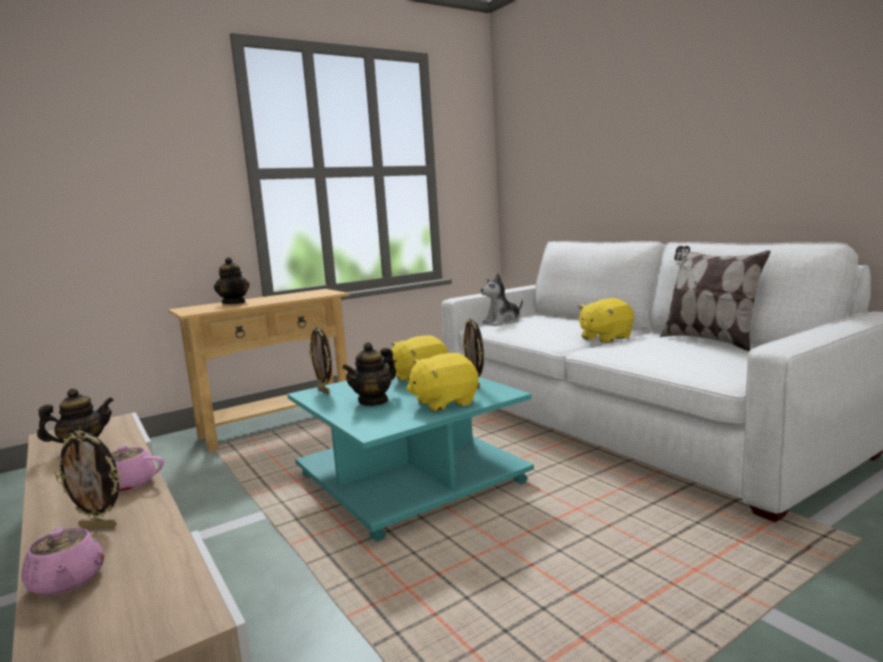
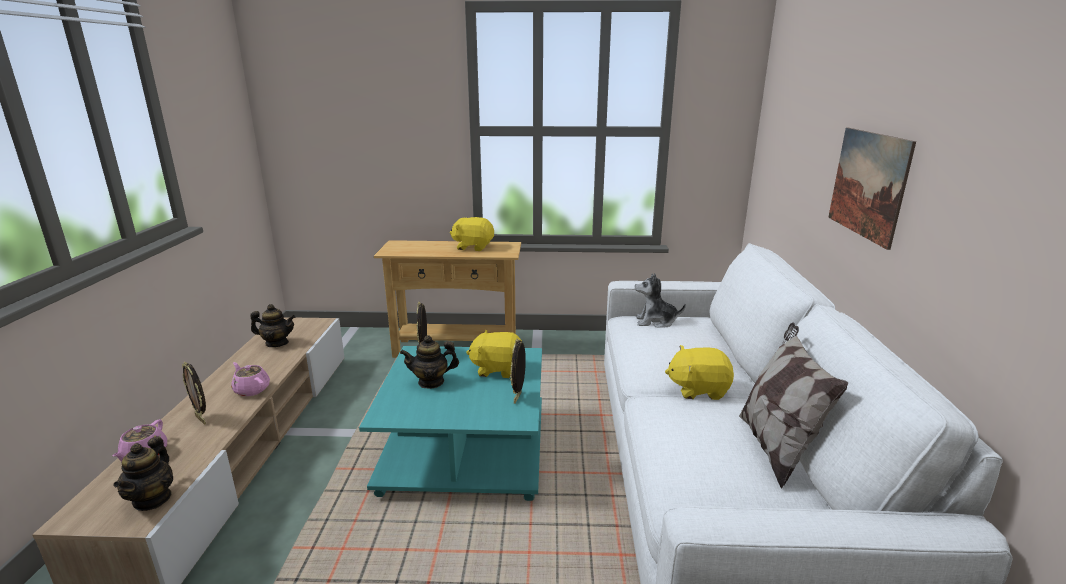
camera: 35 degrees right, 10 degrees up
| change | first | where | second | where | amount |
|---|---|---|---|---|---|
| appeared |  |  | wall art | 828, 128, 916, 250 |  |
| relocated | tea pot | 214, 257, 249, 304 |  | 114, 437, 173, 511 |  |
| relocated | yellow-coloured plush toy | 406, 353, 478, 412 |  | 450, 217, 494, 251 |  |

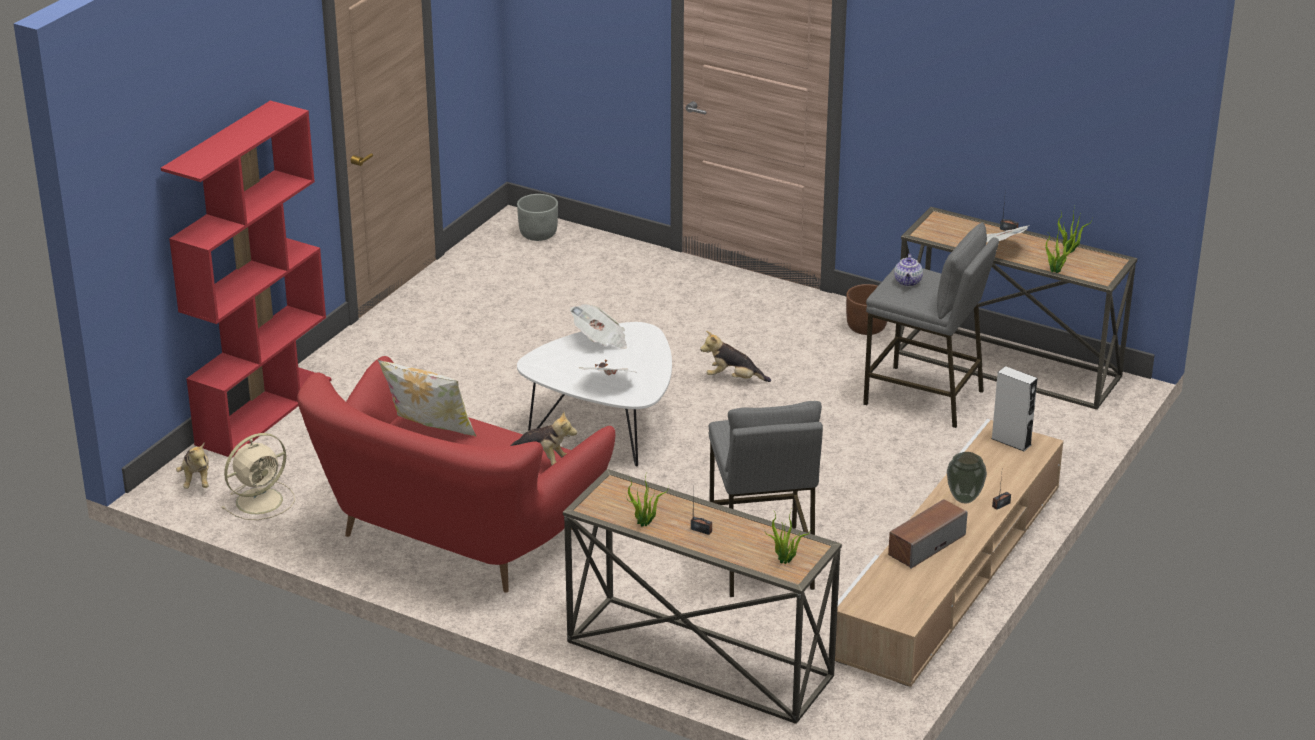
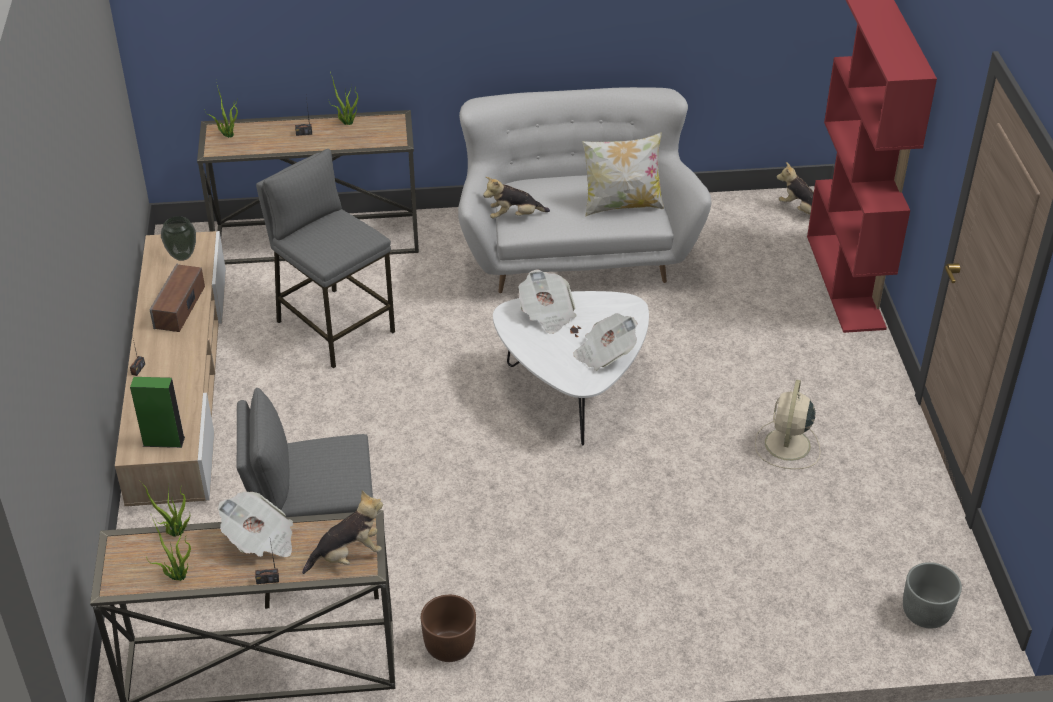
camera: 145 degrees right, 10 degrees up
| change | first | where | second | where | amount |
|---|---|---|---|---|---|
| missing | tea pot | 894, 254, 923, 287 |  |  |  |
| relocated | beige electric fan | 222, 433, 295, 520 |  | 755, 380, 821, 469 |  |
| relocated | plush toy | 700, 331, 771, 382 |  | 302, 491, 383, 574 |  |
| relocated | decorative vase | 947, 452, 987, 503 |  | 161, 216, 196, 261 |  |
| colour | reddish settee | 297, 356, 615, 593 | white settee | 458, 87, 712, 293 |  |
| colour | greyish speaker | 991, 366, 1037, 451 | green speaker | 130, 377, 185, 448 |  |

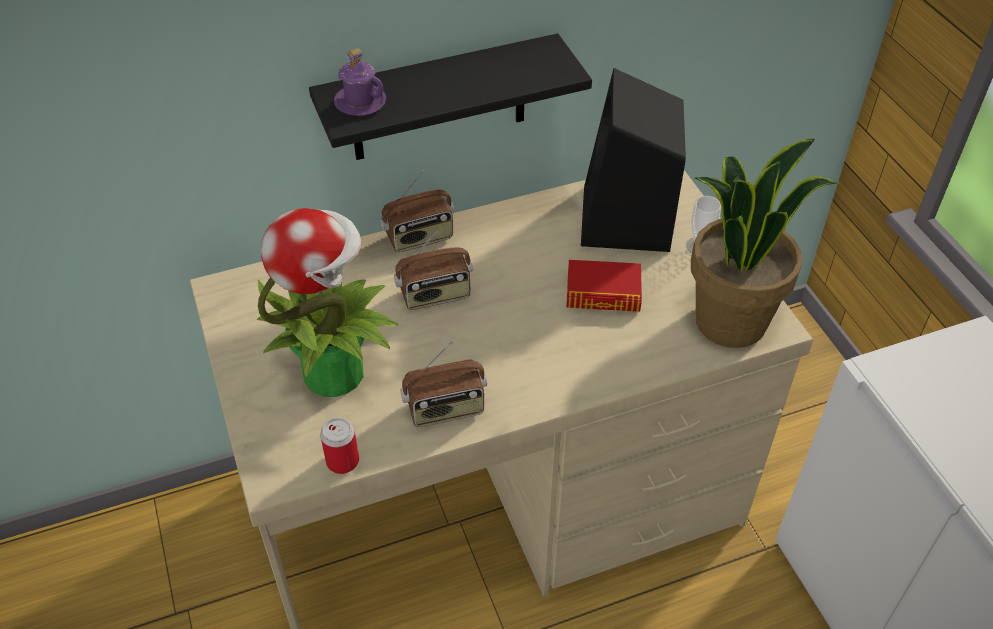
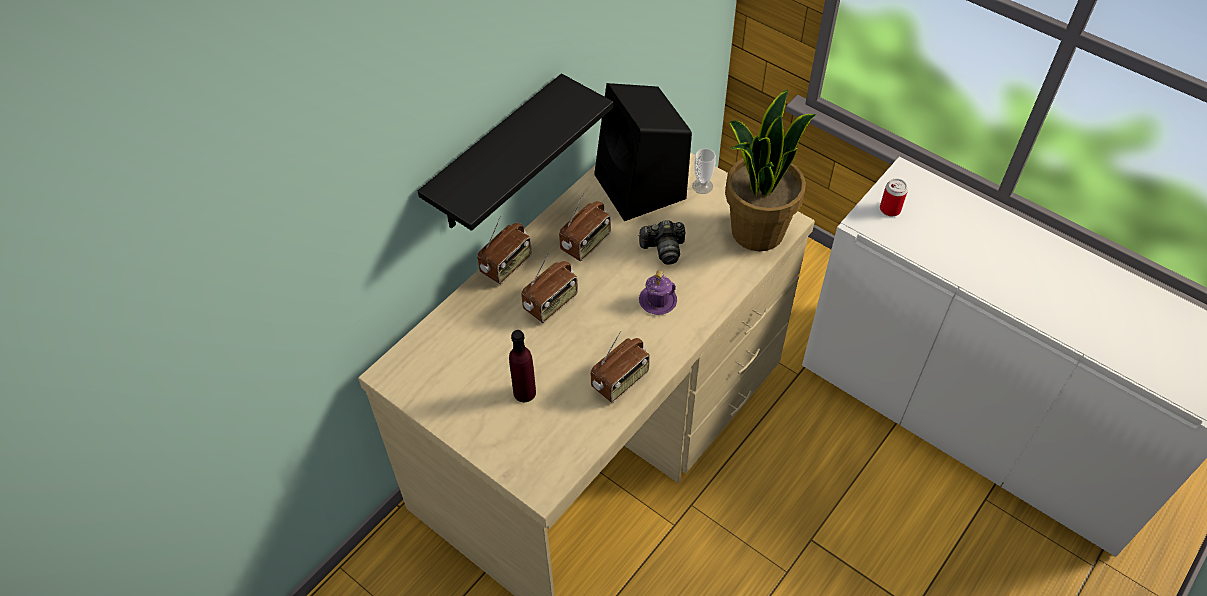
camera: 30 degrees left, 5 degrees up
| change | first | where | second | where | amount |
|---|---|---|---|---|---|
| appeared |  |  | radio | 559, 193, 611, 261 |  |
| relocated | metal can | 320, 418, 359, 474 |  | 880, 179, 908, 216 |  |
| relocated | purplish coffee mug | 334, 48, 387, 116 |  | 639, 270, 677, 315 |  |
| exchanged | potted plant | 256, 208, 398, 397 | purplish beverage bottle | 509, 330, 536, 402 |  |
| exchanged | volume | 566, 260, 642, 312 | photo camera | 638, 220, 685, 265 |  |

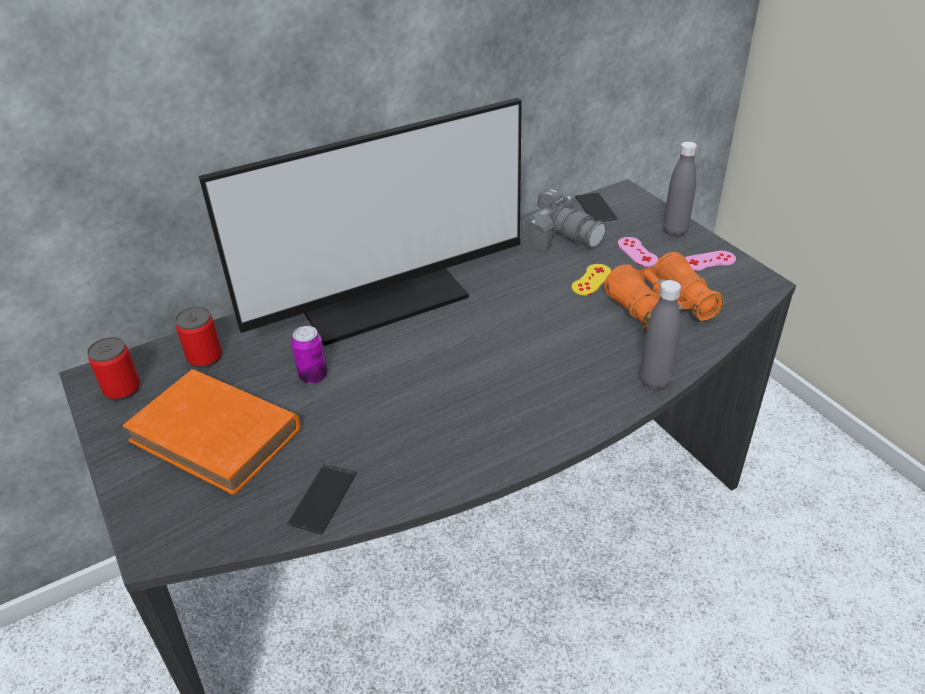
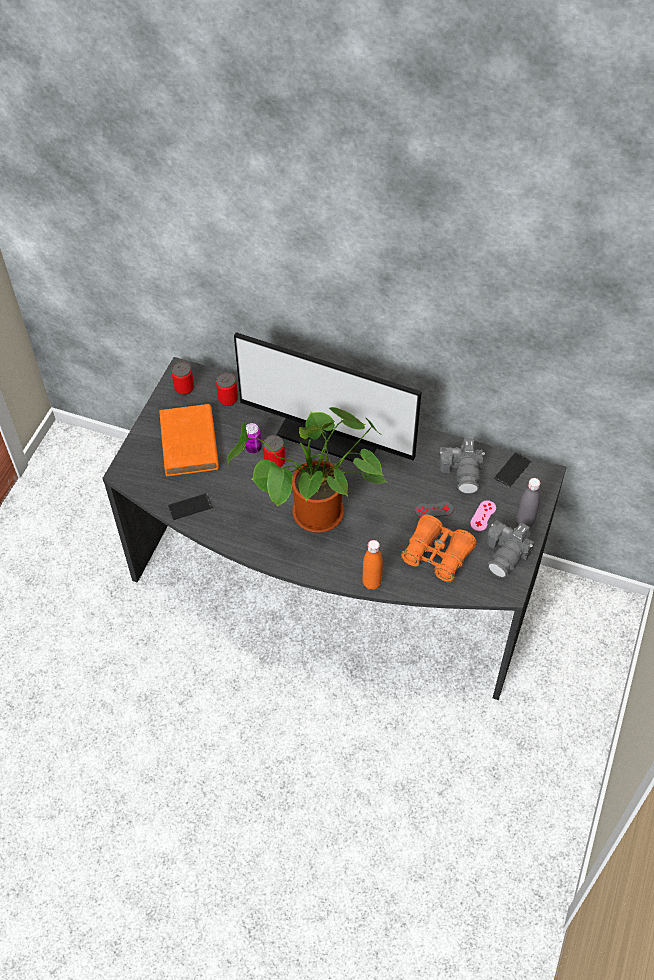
camera: 50 degrees right, 15 degrees up
| change | first | where | second | where | amount |
|---|---|---|---|---|---|
| appeared |  |  | potted plant | 227, 407, 387, 533 |  |
| appeared |  |  | metal can | 263, 435, 285, 468 |  |
| exchanged | pink-coloured joypad | 685, 251, 736, 271 | photo camera | 487, 520, 534, 578 |  |
| colour | yellow-coloured joypad | 572, 264, 611, 296 | greyish joypad | 415, 501, 454, 517 |  |
| colour | greyish beverage bottle | 640, 280, 681, 390 | orange beverage bottle | 362, 540, 383, 590 |  |

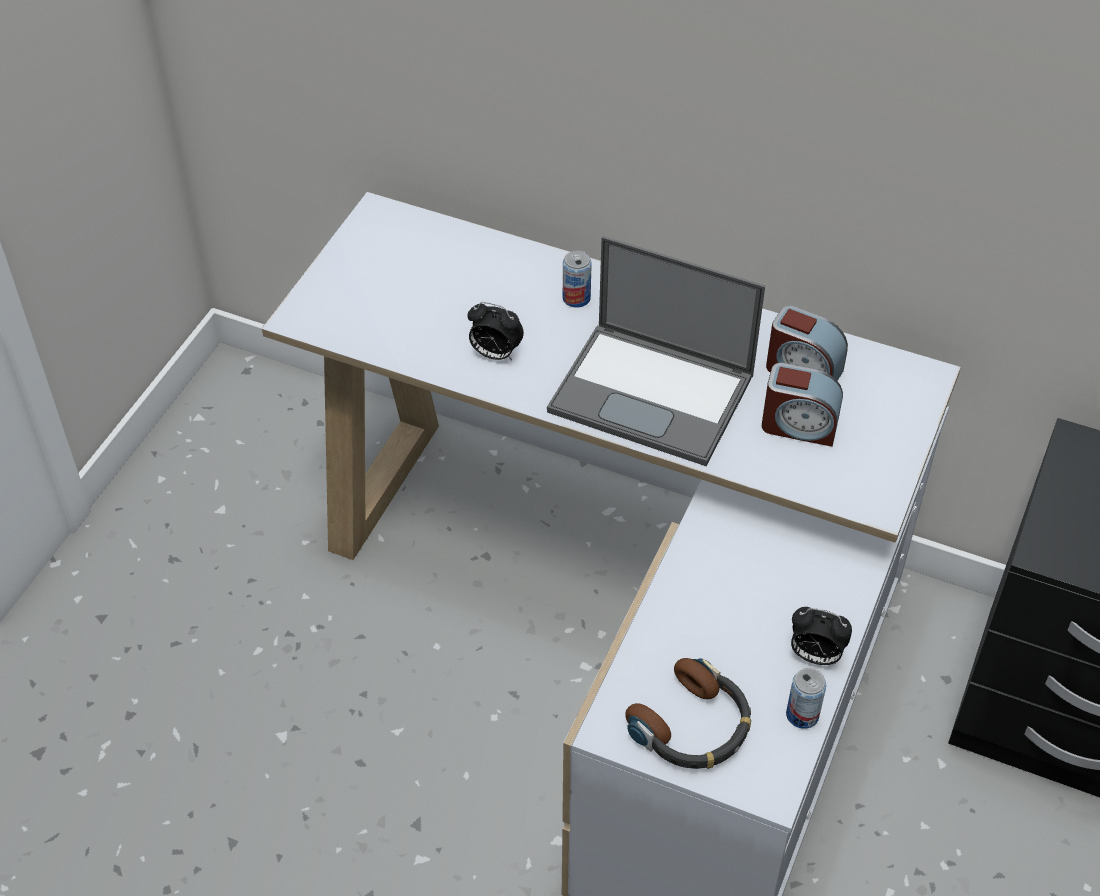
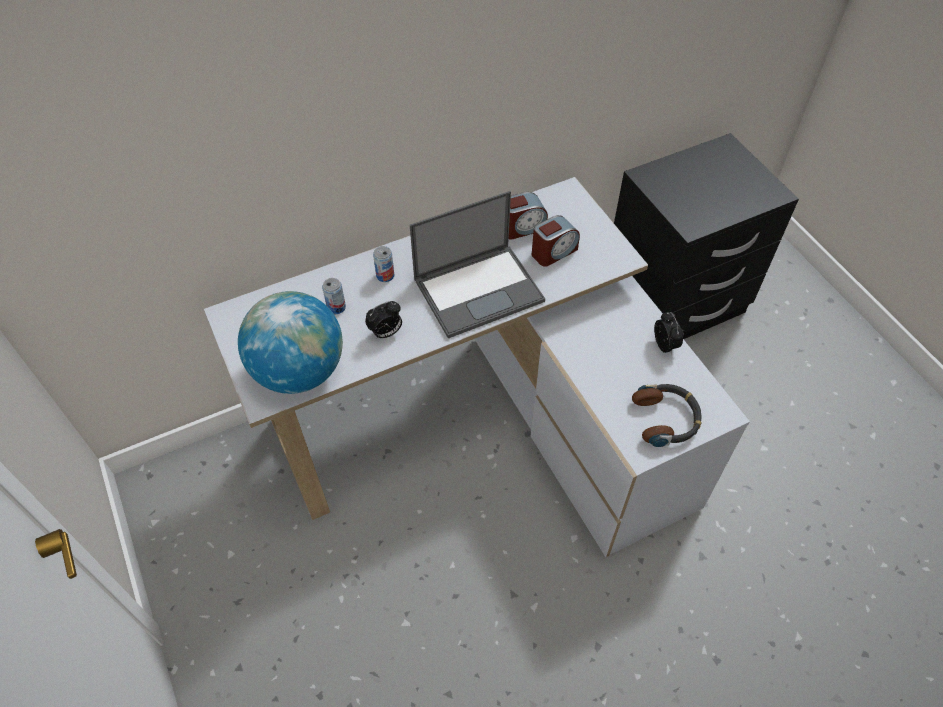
camera: 50 degrees left, 5 degrees up
| change | first | where | second | where | amount |
|---|---|---|---|---|---|
| appeared |  |  | globe | 238, 291, 343, 394 |  |
| relocated | metal can | 786, 668, 826, 729 |  | 322, 278, 346, 314 |  |
| spun | table clock | 791, 607, 852, 665 |  | 654, 312, 684, 354 | 75 degrees counterclockwise |

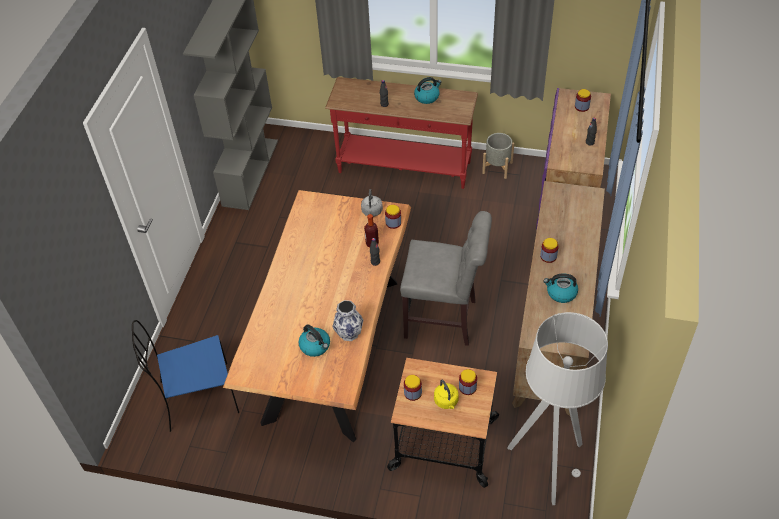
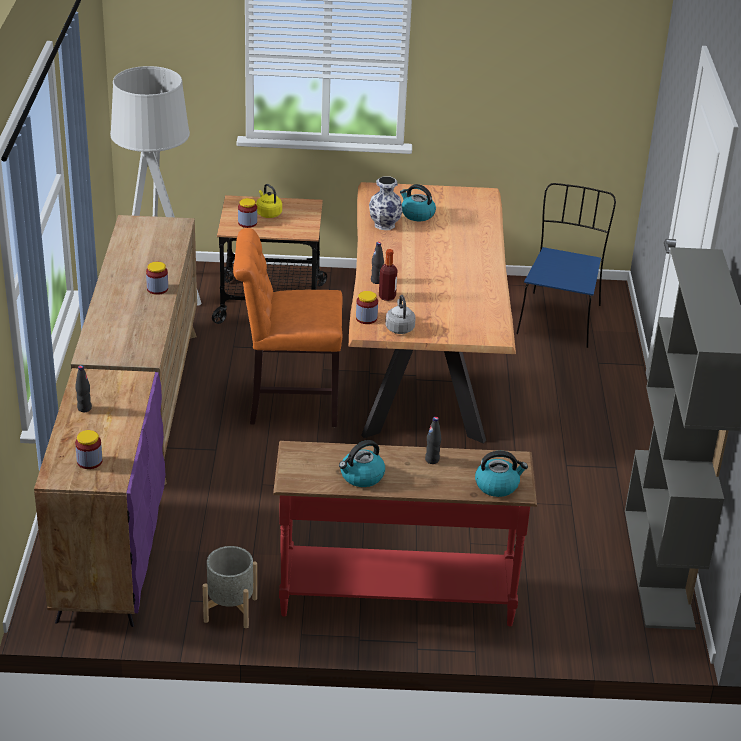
camera: 165 degrees right, 15 degrees down
| change | first | where | second | where | amount |
|---|---|---|---|---|---|
| missing | preserve jar | 404, 375, 422, 401 |  |  |  |
| relocated | kettle | 543, 273, 578, 303 |  | 475, 451, 528, 497 |  |
| colour | greyish plain chair | 400, 211, 492, 346 | orange plain chair | 233, 228, 343, 427 |  |
| spun | bluish plain chair | 132, 320, 239, 432 |  | 516, 183, 616, 348 | 45 degrees counterclockwise |

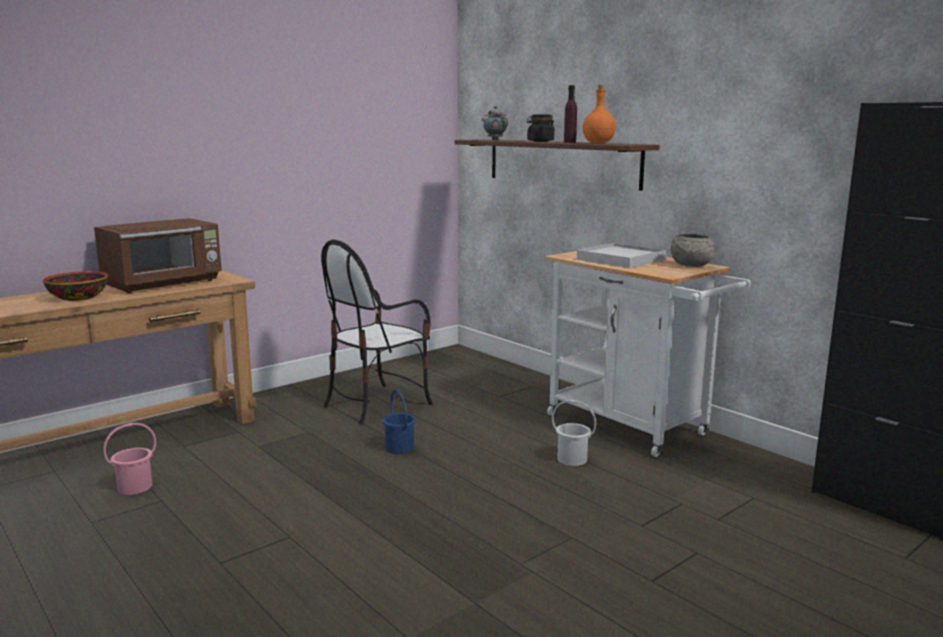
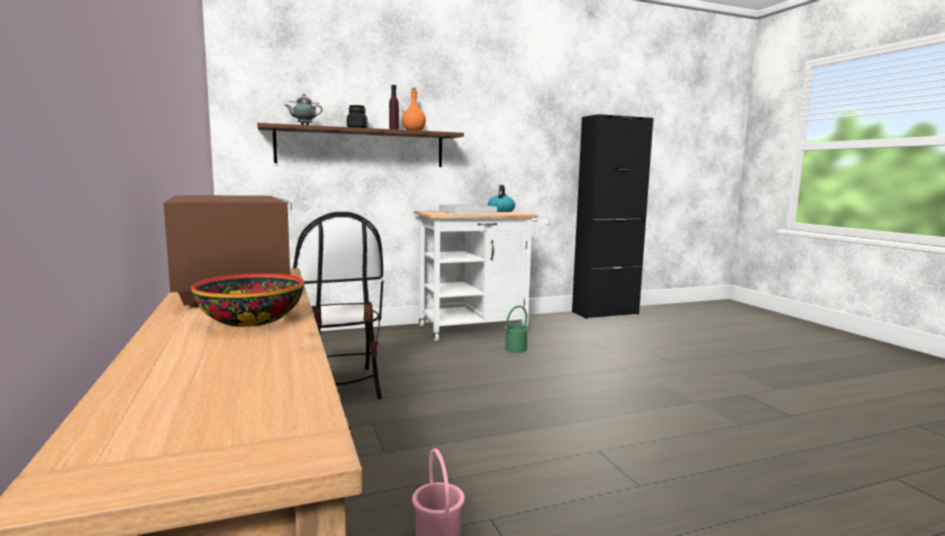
camera: 70 degrees left, 5 degrees down
| change | first | where | second | where | amount |
|---|---|---|---|---|---|
| missing | bluish water bucket | 382, 389, 416, 454 |  |  |  |
| exchanged | greyish deep dish | 671, 233, 714, 267 | kettle | 488, 185, 515, 212 |  |
| colour | white water bucket | 552, 400, 596, 466 | green water bucket | 504, 306, 529, 353 |  |

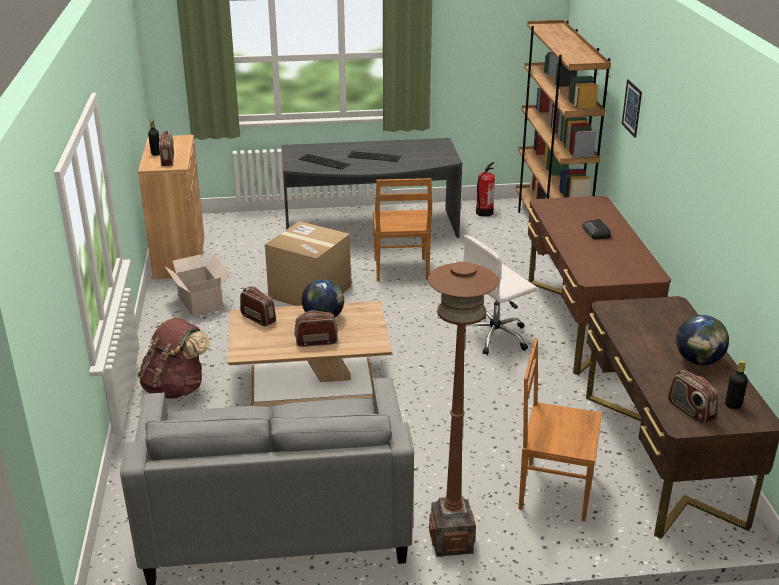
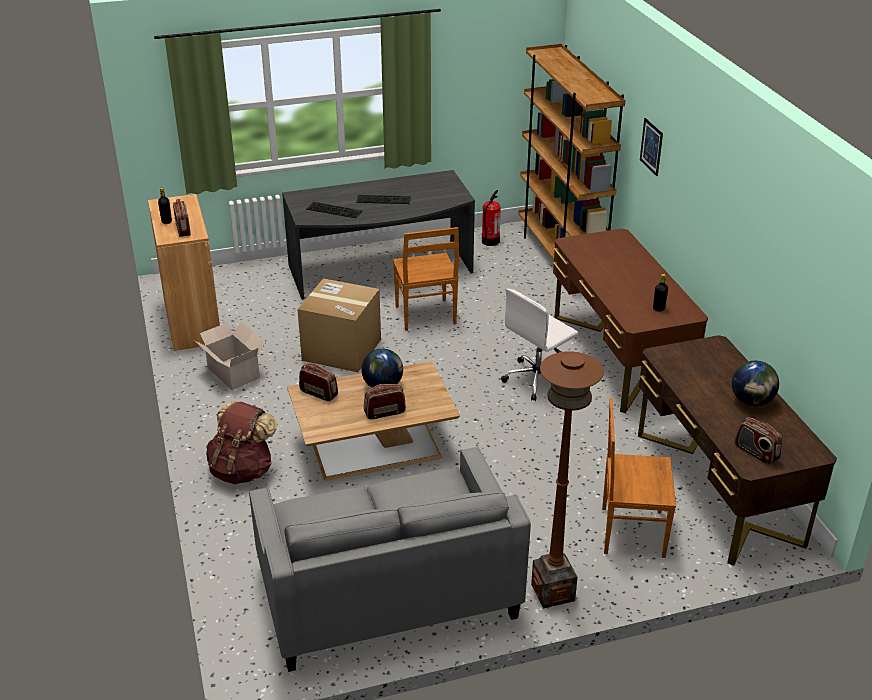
camera: 10 degrees left, 5 degrees up
| change | first | where | second | where | amount |
|---|---|---|---|---|---|
| missing | radio | 582, 219, 611, 239 |  |  |  |
| relocated | black-coloured beverage bottle | 725, 360, 748, 409 |  | 653, 274, 668, 311 |  |

